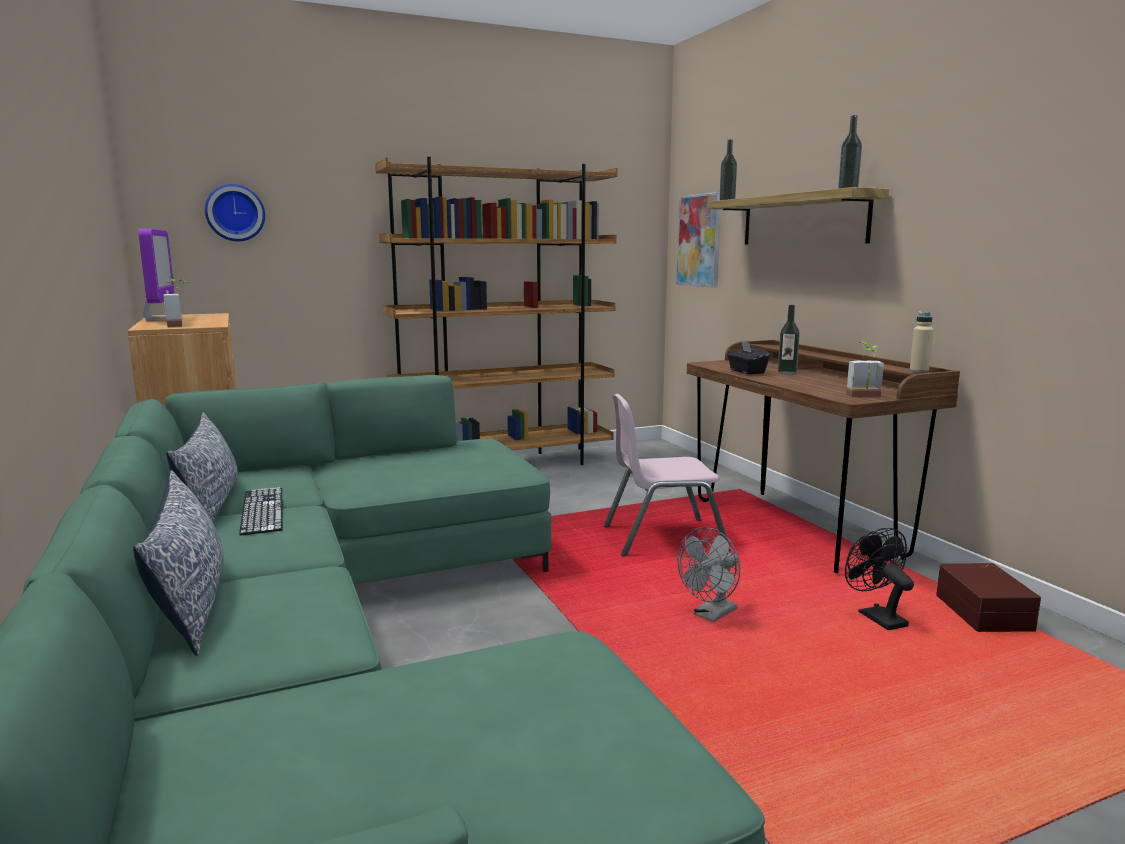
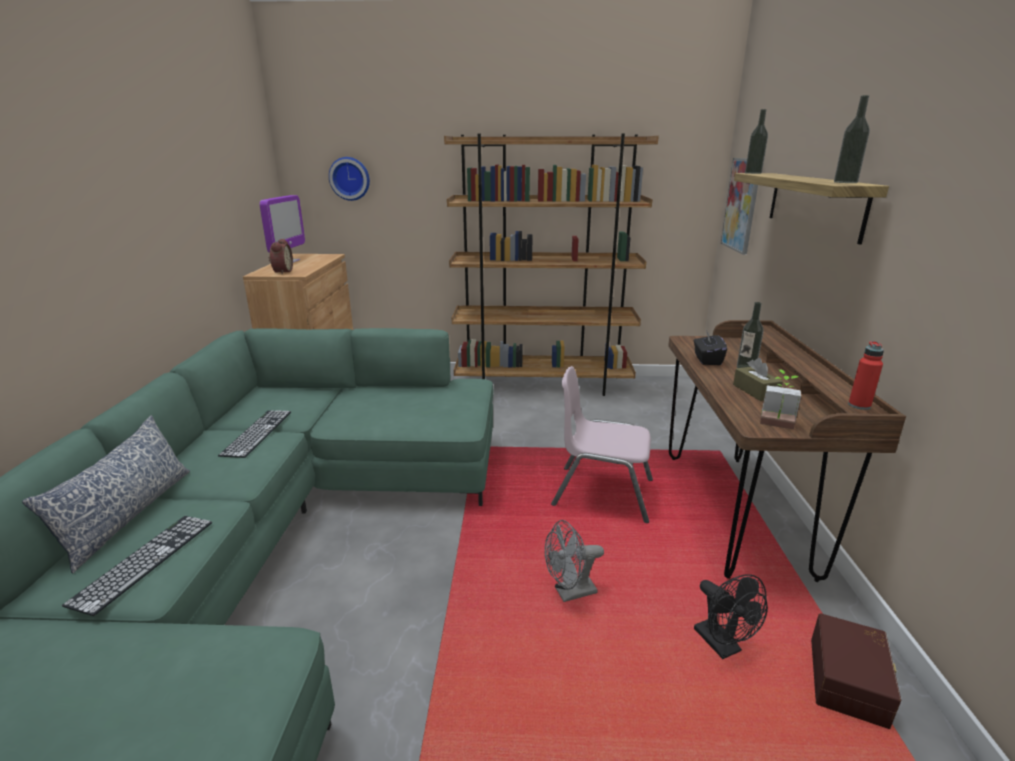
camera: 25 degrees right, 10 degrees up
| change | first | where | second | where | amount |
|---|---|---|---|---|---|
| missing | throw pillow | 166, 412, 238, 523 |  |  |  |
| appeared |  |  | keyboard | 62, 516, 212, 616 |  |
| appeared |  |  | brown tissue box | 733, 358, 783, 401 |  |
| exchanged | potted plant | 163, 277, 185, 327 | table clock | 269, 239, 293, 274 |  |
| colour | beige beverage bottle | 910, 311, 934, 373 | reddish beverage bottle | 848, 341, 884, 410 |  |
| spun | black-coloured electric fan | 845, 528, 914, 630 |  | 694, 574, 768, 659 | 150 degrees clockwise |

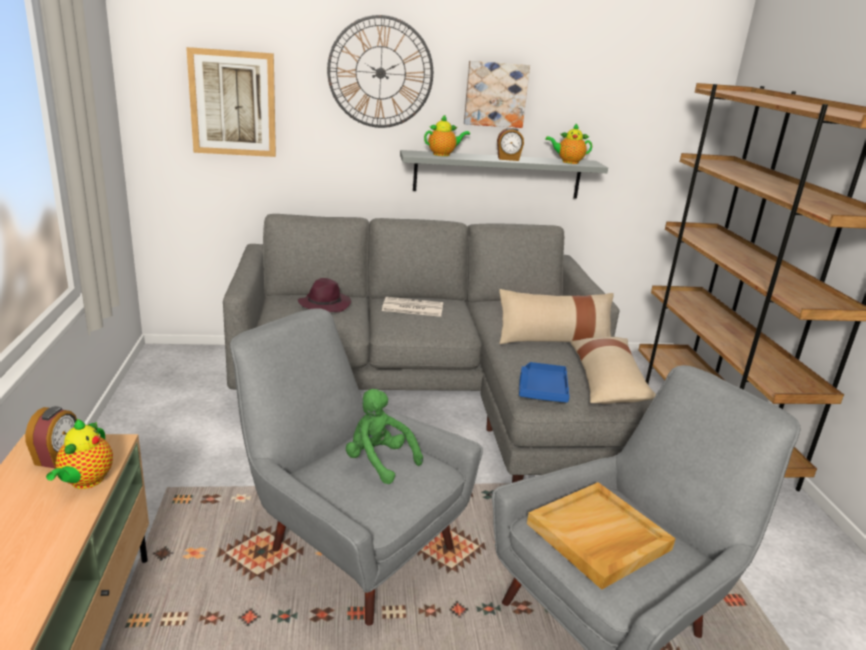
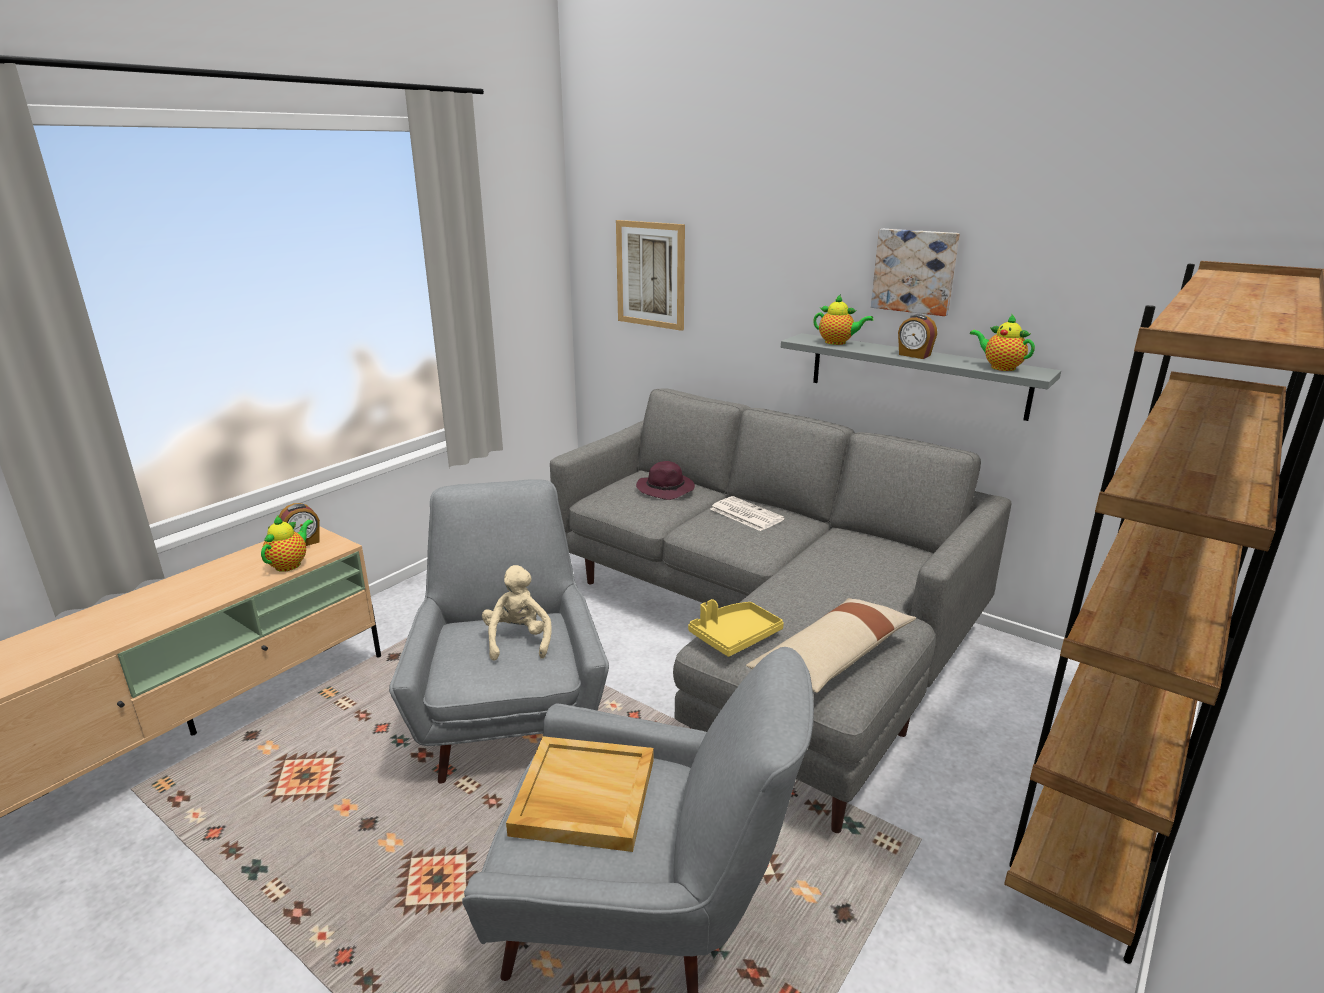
camera: 45 degrees right, 0 degrees up
| change | first | where | second | where | amount |
|---|---|---|---|---|---|
| missing | hanging clock | 327, 15, 433, 128 |  |  |  |
| missing | beige throw pillow | 499, 289, 614, 344 |  |  |  |
| colour | green plush toy | 346, 389, 423, 484 | beige plush toy | 482, 565, 552, 660 |  |
| colour | bluish serving tray | 519, 362, 570, 403 | yellow-coloured serving tray | 688, 599, 784, 657 |  |
| spun | tea pot | 46, 419, 113, 489 |  | 261, 515, 313, 572 | 150 degrees clockwise |

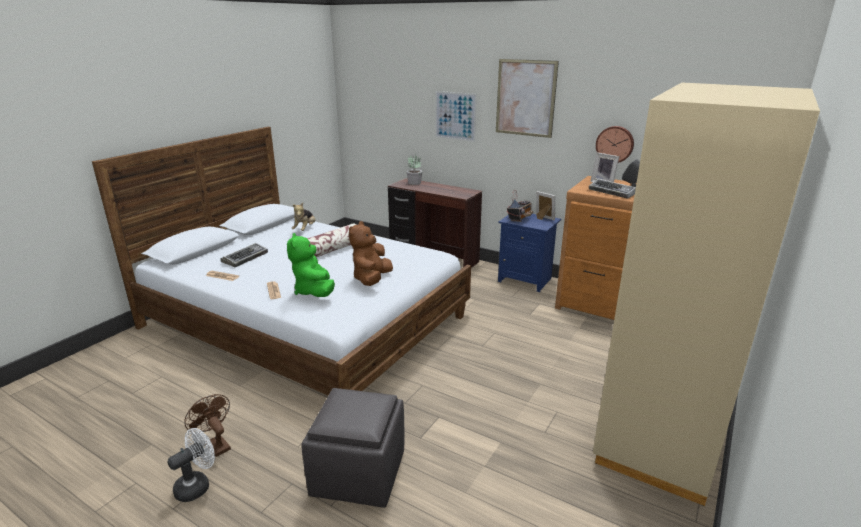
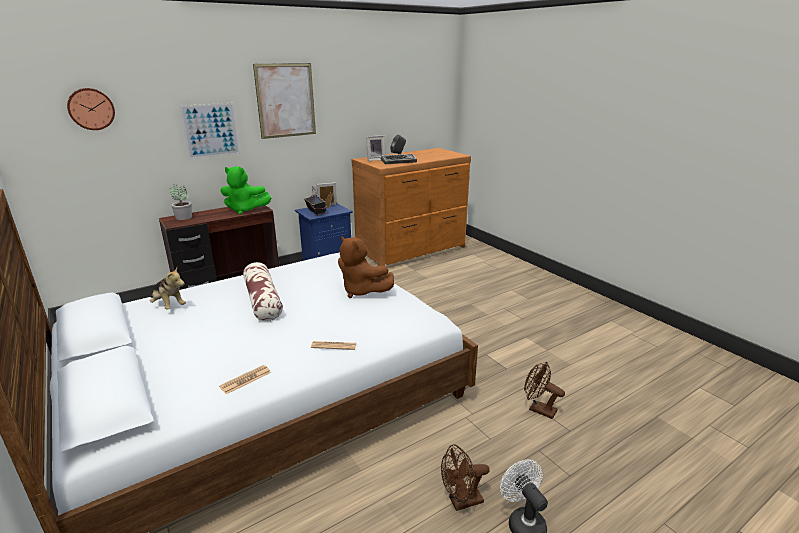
camera: 65 degrees left, 0 degrees up
| change | first | where | second | where | amount |
|---|---|---|---|---|---|
| missing | keyboard | 220, 243, 268, 267 |  |  |  |
| missing | beige wardrobe | 593, 83, 820, 506 |  |  |  |
| relocated | green plush toy | 287, 233, 335, 297 |  | 221, 166, 271, 215 |  |
| relocated | hanging clock | 596, 126, 634, 163 |  | 67, 88, 115, 130 |  |
| exchanged | greyish ottoman | 301, 388, 404, 508 | brown electric fan | 524, 362, 565, 419 |  |

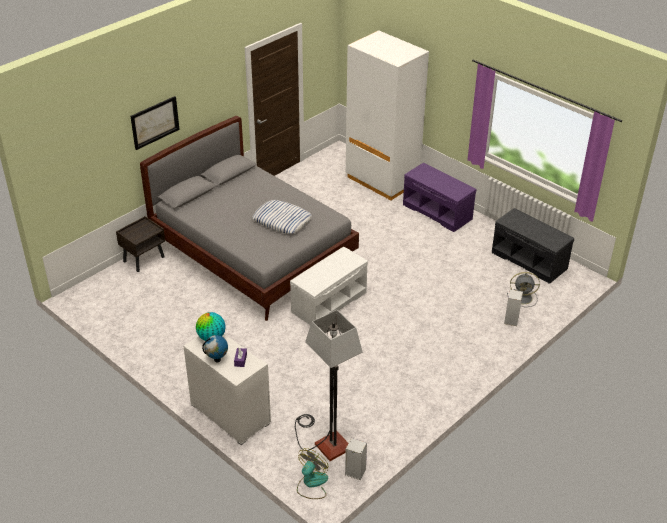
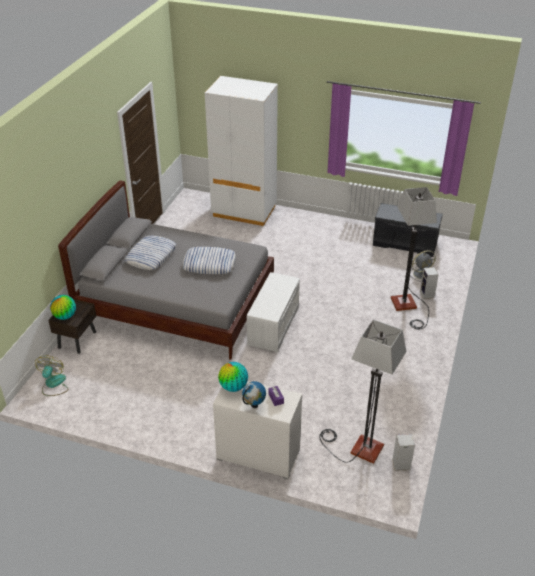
camera: 25 degrees left, 0 degrees up
| change | first | where | second | where | amount |
|---|---|---|---|---|---|
| missing | wall art | 130, 96, 180, 150 |  |  |  |
| missing | purplish bench | 403, 163, 476, 232 |  |  |  |
| appeared |  |  | globe | 50, 295, 76, 320 |  |
| appeared |  |  | throw pillow | 124, 235, 176, 270 |  |
| appeared |  |  | floor lamp | 391, 187, 437, 329 |  |
| relocated | electric fan | 297, 448, 328, 499 |  | 35, 355, 69, 396 |  |

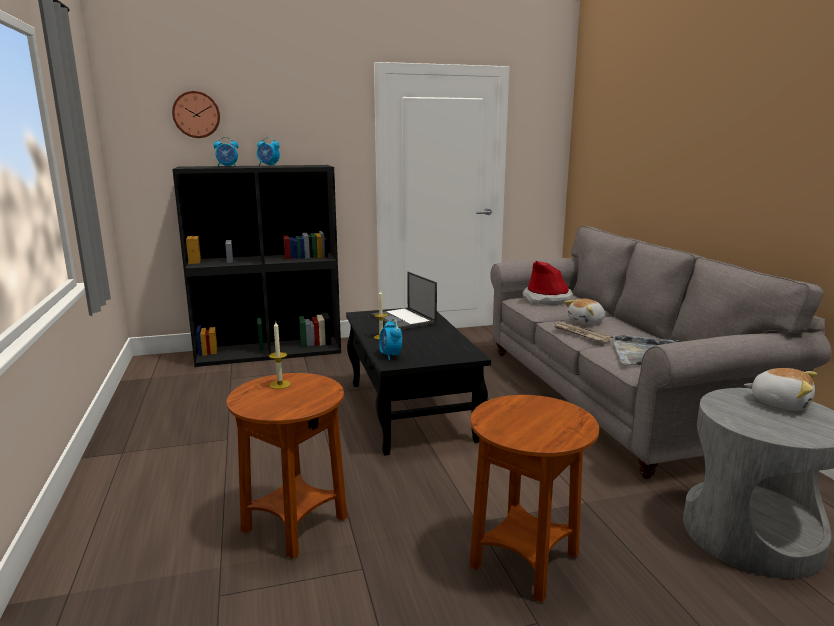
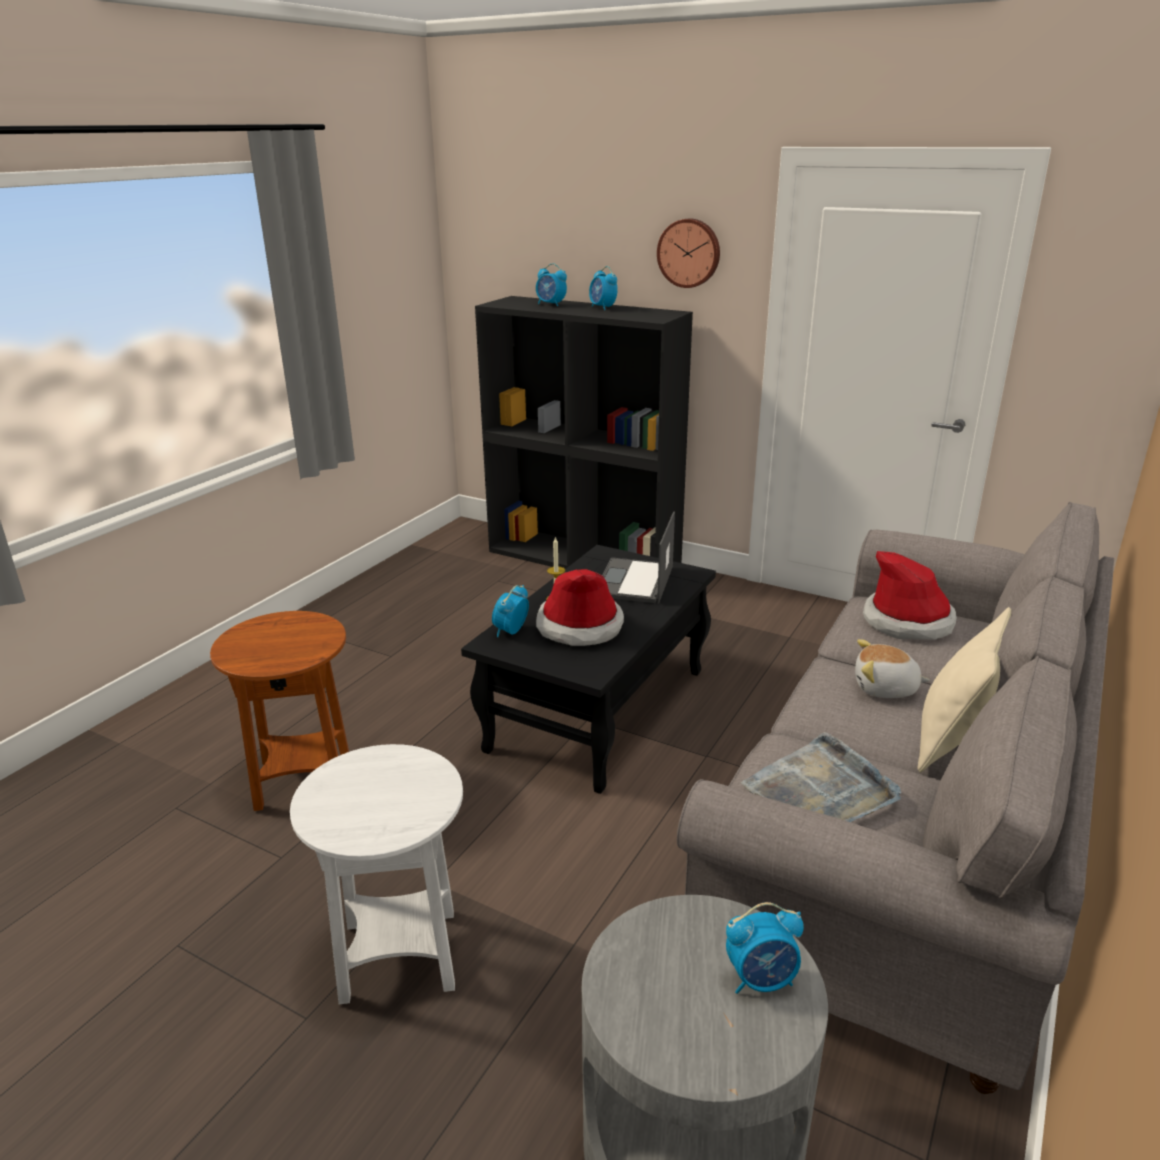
camera: 45 degrees right, 10 degrees up
| change | first | where | second | where | amount |
|---|---|---|---|---|---|
| missing | wax candle | 269, 322, 291, 389 |  |  |  |
| missing | daily paper | 555, 322, 613, 342 |  |  |  |
| appeared |  |  | hat | 536, 569, 624, 646 |  |
| appeared |  |  | beige throw pillow | 918, 607, 1011, 773 |  |
| relocated | hanging clock | 172, 91, 220, 138 |  | 657, 219, 720, 288 |  |
| exchanged | plush toy | 744, 368, 817, 411 | table clock | 726, 902, 804, 994 |  |
| colour | brown end table | 469, 395, 599, 602 | white end table | 290, 744, 463, 1004 |  |

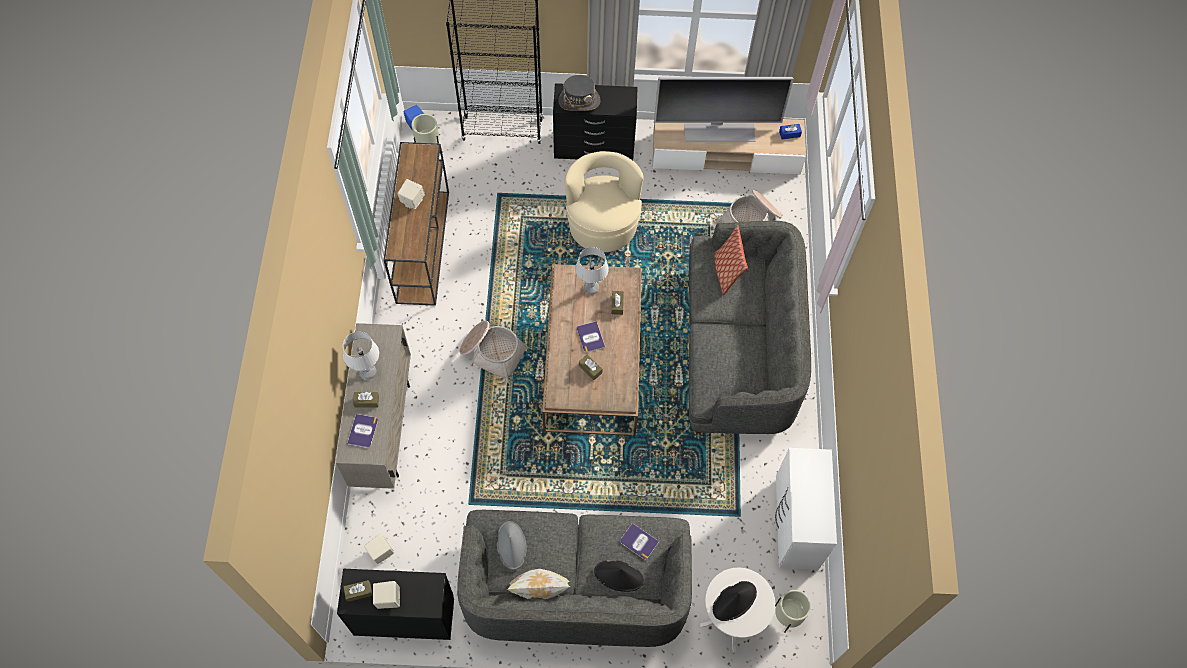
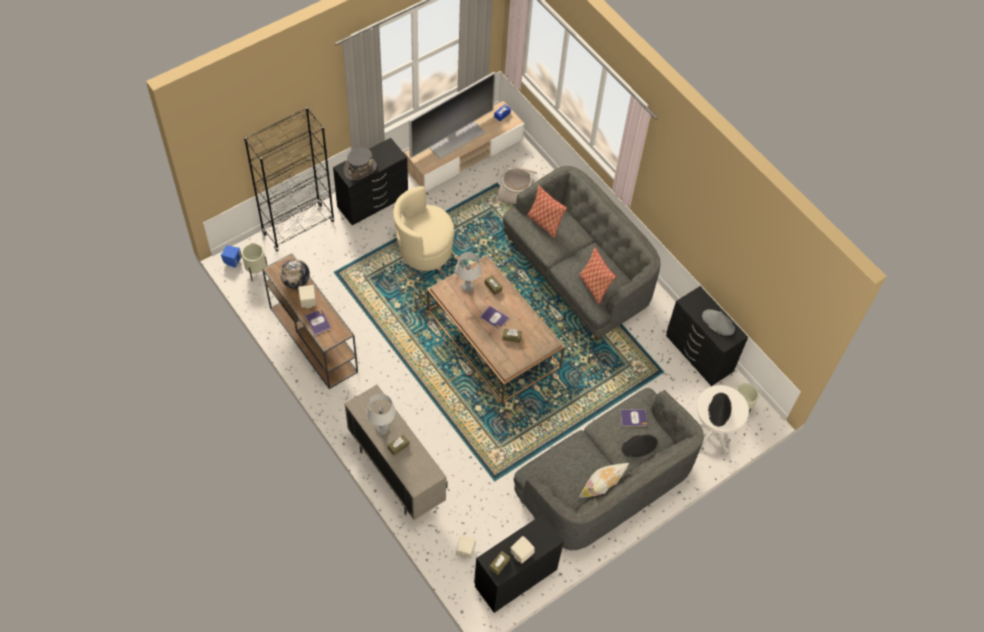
camera: 40 degrees left, 5 degrees down
| change | first | where | second | where | amount |
|---|---|---|---|---|---|
| missing | household basket | 460, 321, 529, 383 |  |  |  |
| appeared |  |  | globe | 280, 259, 310, 289 |  |
| appeared |  |  | throw pillow | 579, 247, 616, 304 |  |
| relocated | volume | 347, 414, 378, 448 |  | 305, 309, 331, 335 |  |
| relocated | greyish hat | 497, 521, 527, 570 |  | 702, 309, 735, 336 |  |
| colour | white chest of drawers | 775, 448, 837, 570 | black-coloured chest of drawers | 666, 286, 748, 386 |  |
| spun | beige lounge chair | 565, 151, 644, 252 |  | 393, 186, 454, 271 | 45 degrees counterclockwise |

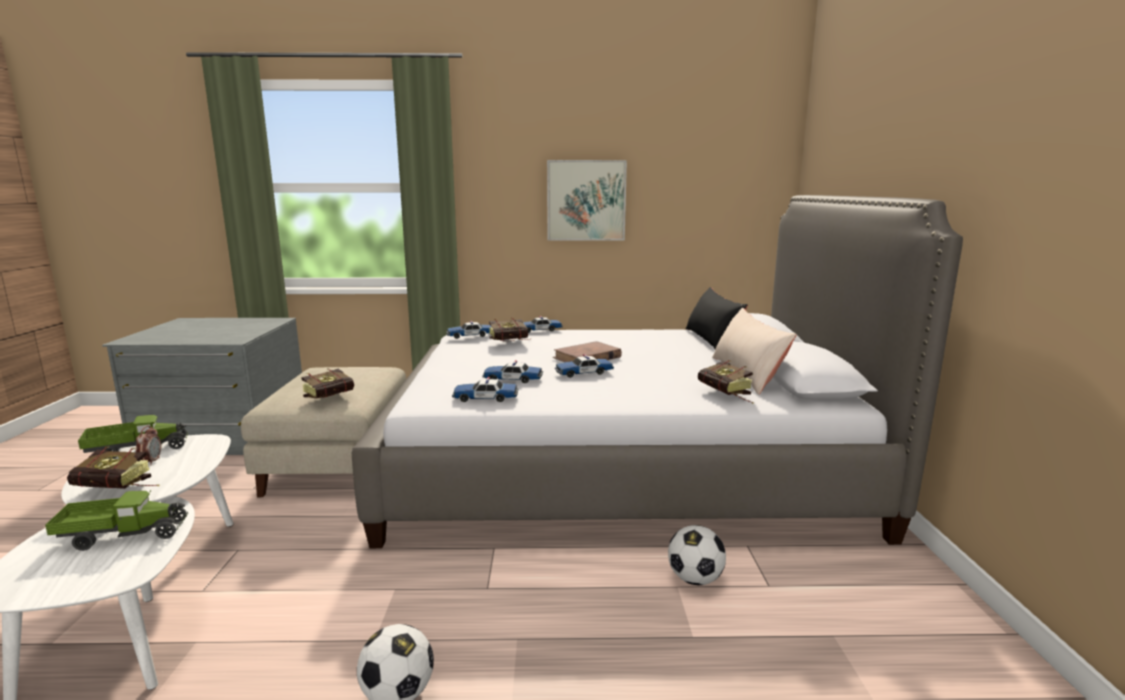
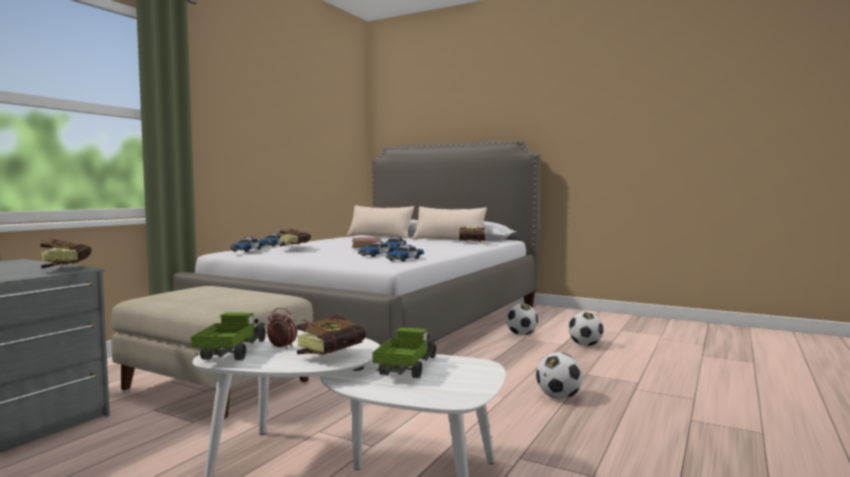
camera: 60 degrees left, 10 degrees down
| change | first | where | second | where | amount |
|---|---|---|---|---|---|
| missing | wall art | 547, 160, 627, 241 |  |  |  |
| appeared |  |  | football ball | 568, 312, 603, 346 |  |
| relocated | volume | 301, 369, 354, 399 |  | 40, 238, 91, 269 |  |
| colour | black-coloured throw pillow | 686, 287, 748, 350 | beige throw pillow | 347, 205, 415, 239 |  |

